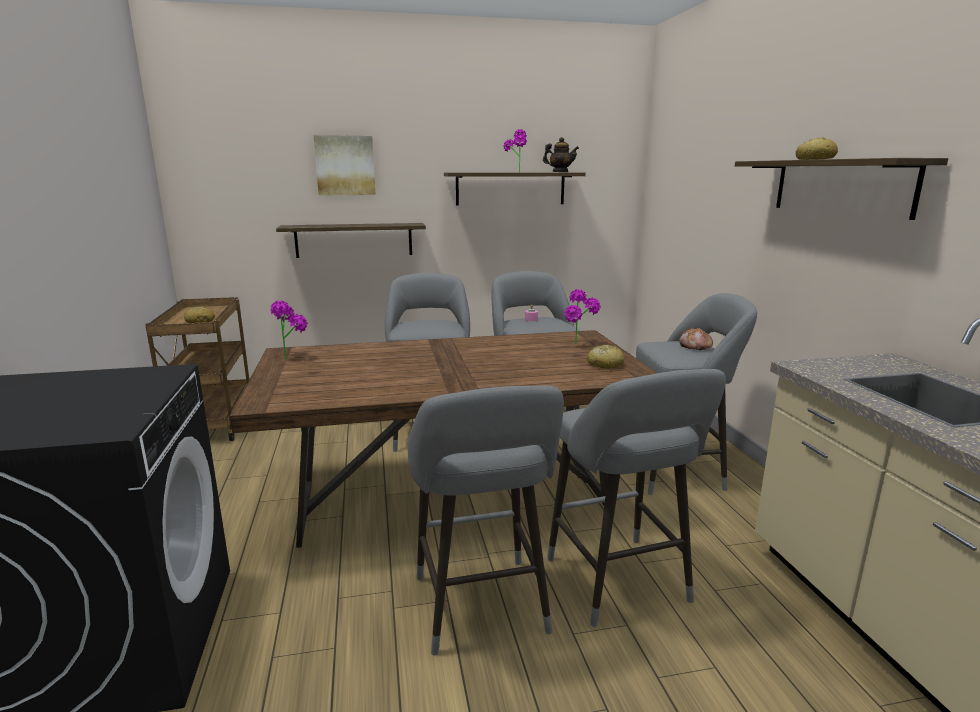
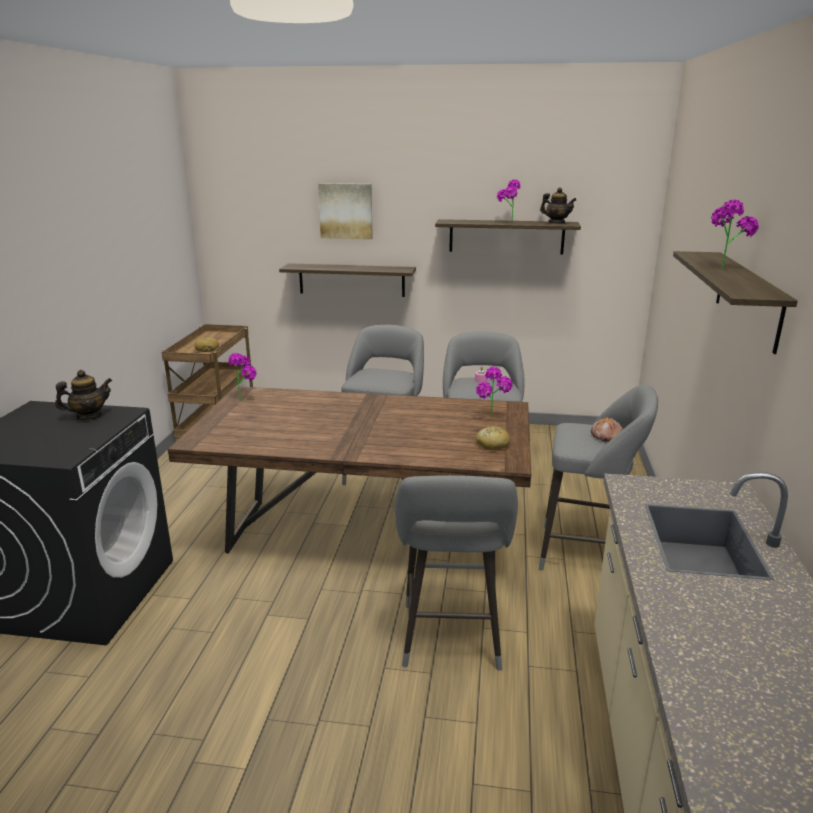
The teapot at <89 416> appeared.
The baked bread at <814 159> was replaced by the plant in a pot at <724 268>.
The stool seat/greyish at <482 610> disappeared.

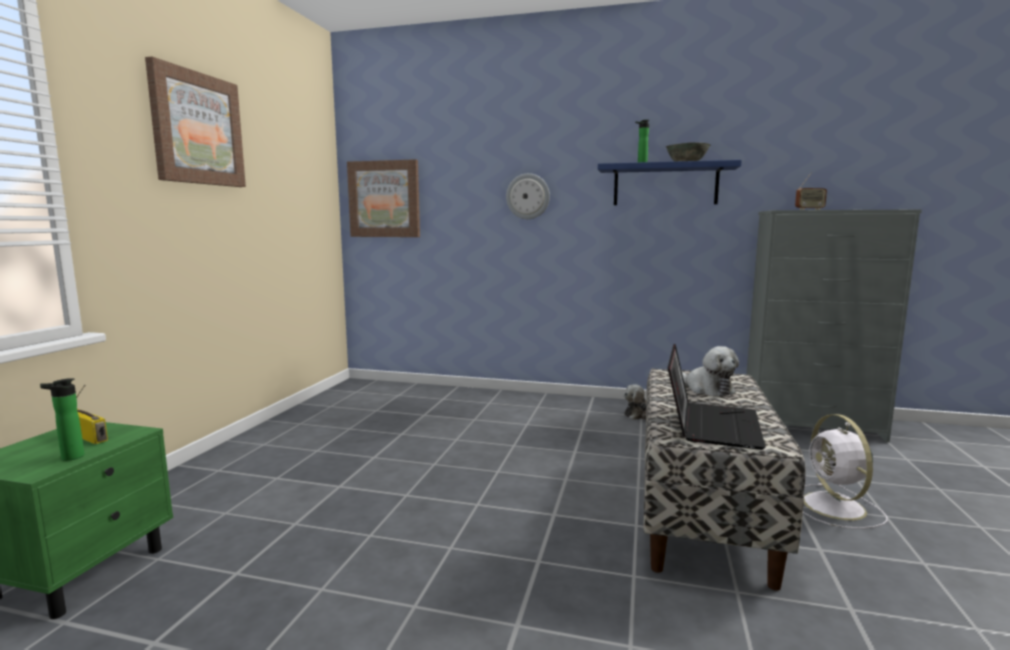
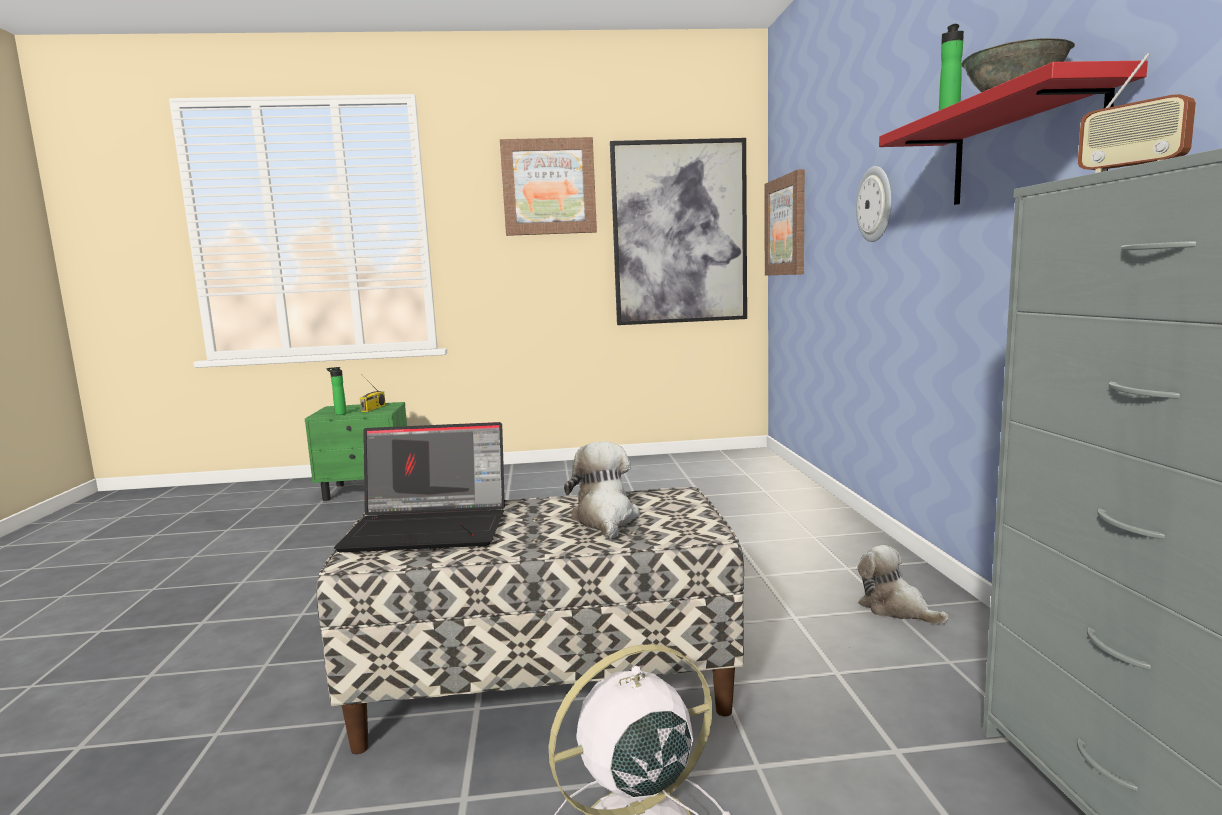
The plush toy at <706 389> turned 135 degrees clockwise.
The wall picture at <679 233> appeared.
The shelf/bluish at <665 185> became the shelf/red-coloured at <1023 149>.

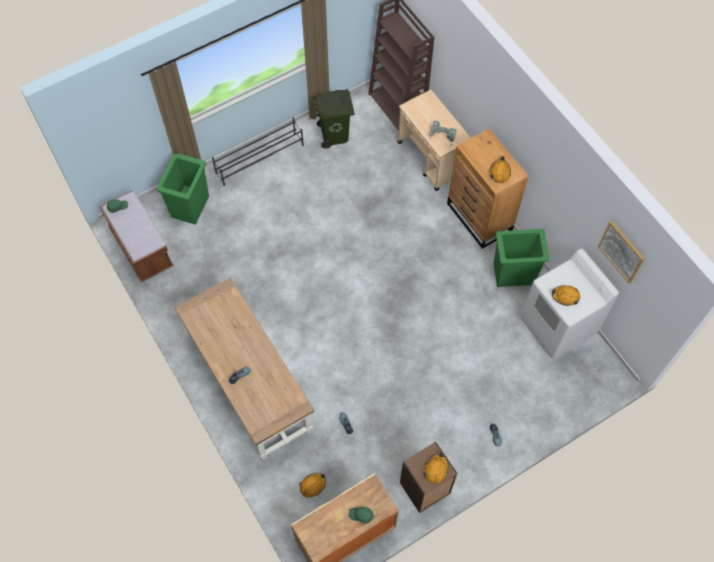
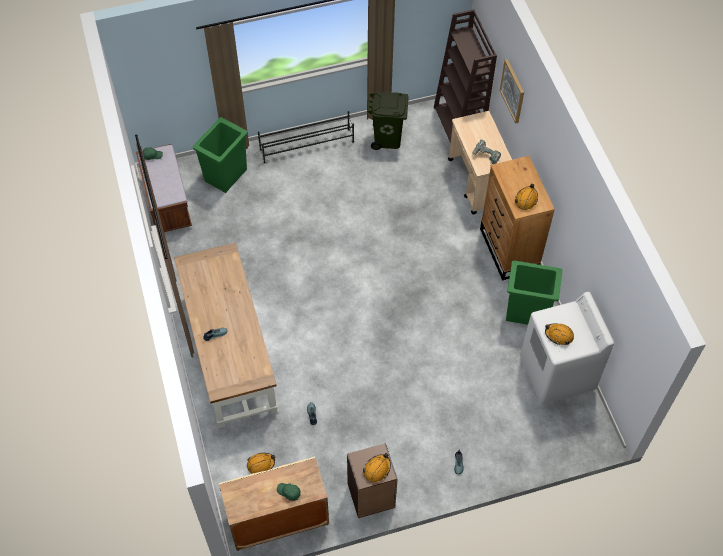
The wall picture moved from <622 251> to <513 91>.

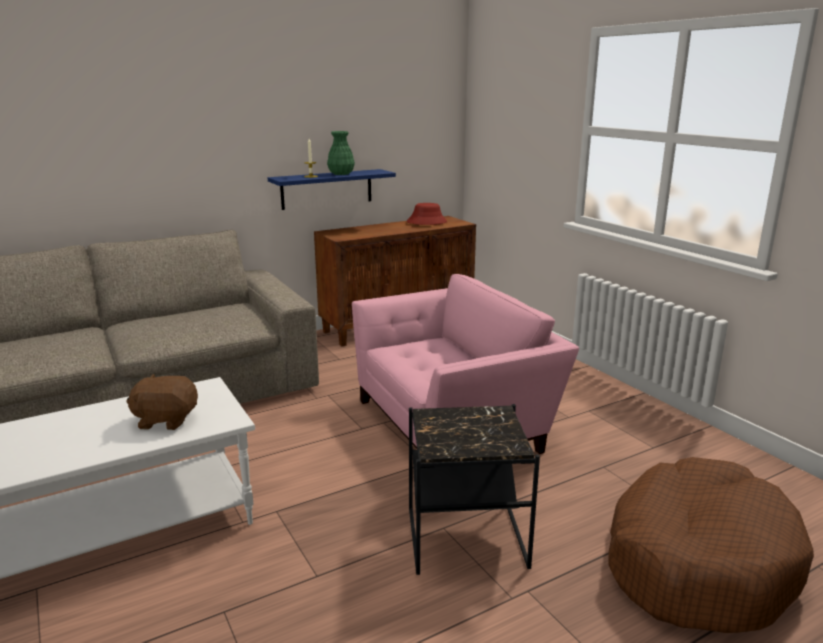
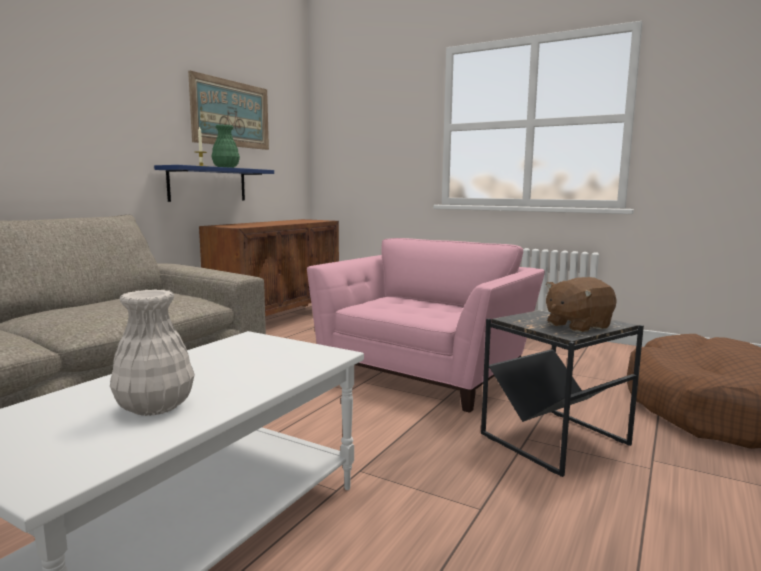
The decorative vase/whitish at <156 407> appeared.
The wall picture at <231 113> appeared.
The plush toy/brown-coloured moved from <166 420> to <577 326>.
The wearable hat/red-coloured at <426 222> disappeared.

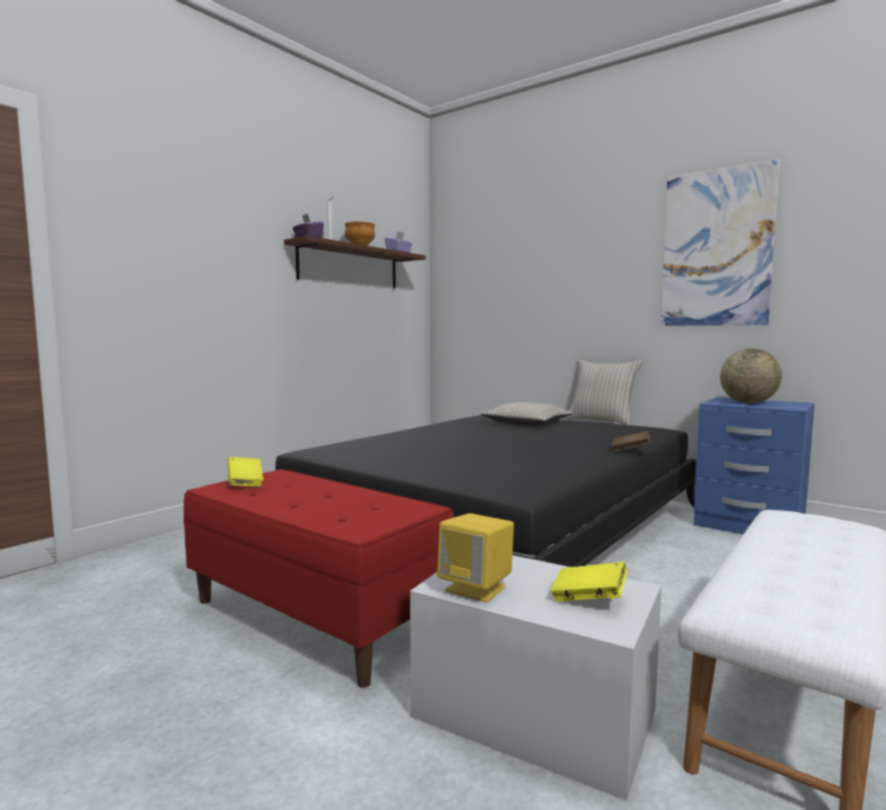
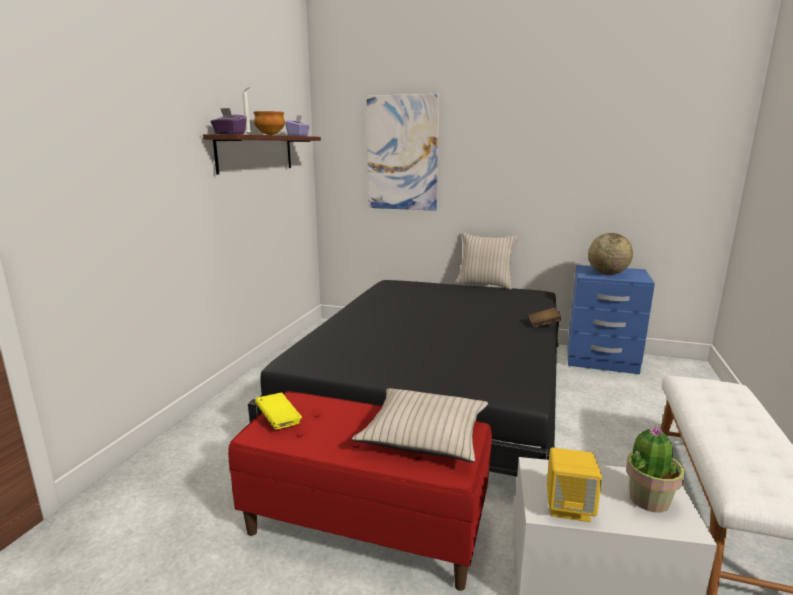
The cushion/beige moved from <527 423> to <424 435>.
The wall picture moved from <716 248> to <402 153>.
The volume/yellow-coloured at <588 599> was replaced by the plant in a pot at <648 500>.

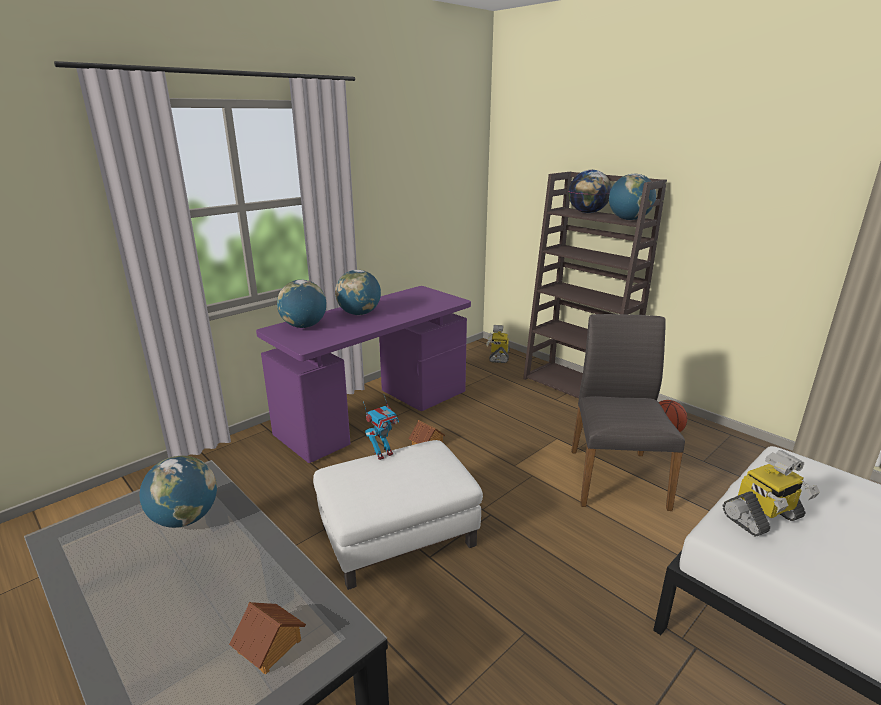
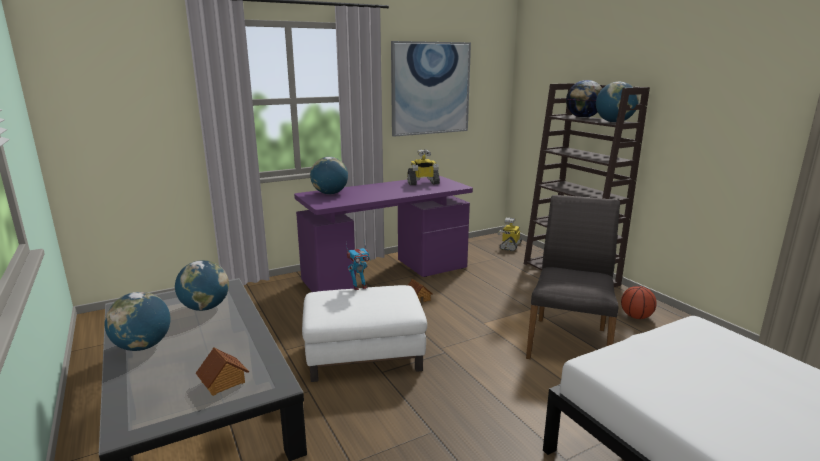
The world globe moved from <359 314> to <143 346>.
The wall picture at <430 88> appeared.
The model robot moved from <762 517> to <423 183>.

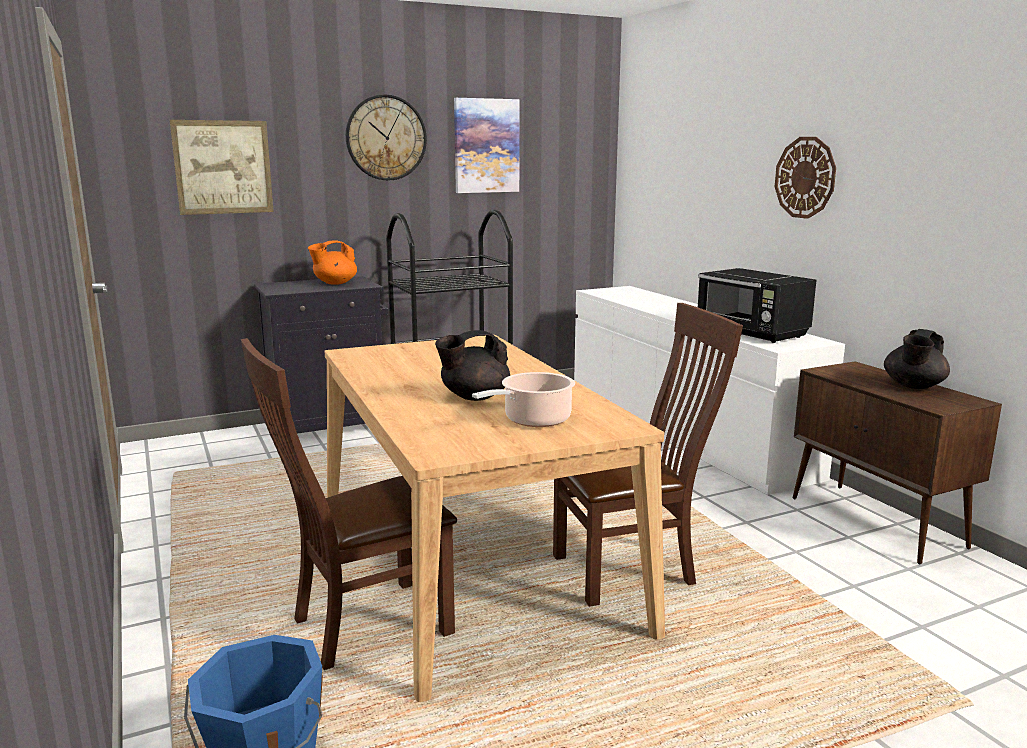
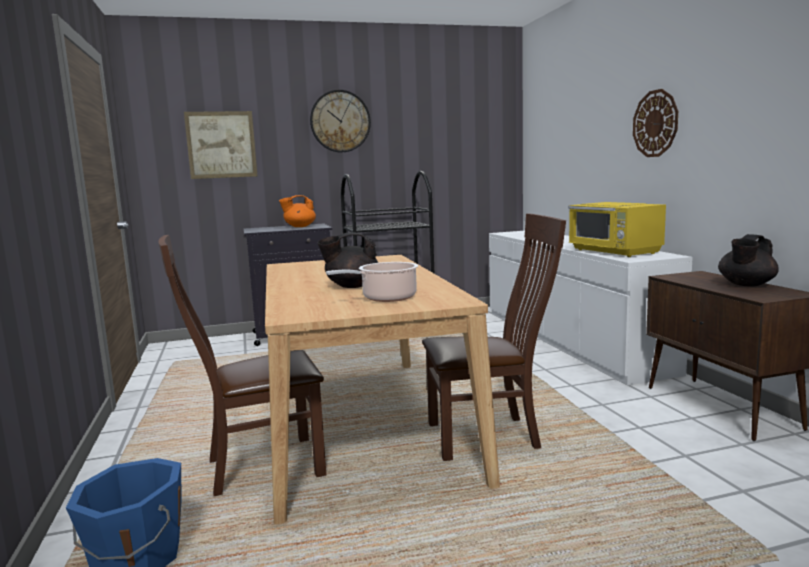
The microwave/black-coloured at <752 333> became the microwave/yellow-coloured at <614 252>.
The wall picture at <486 146> disappeared.

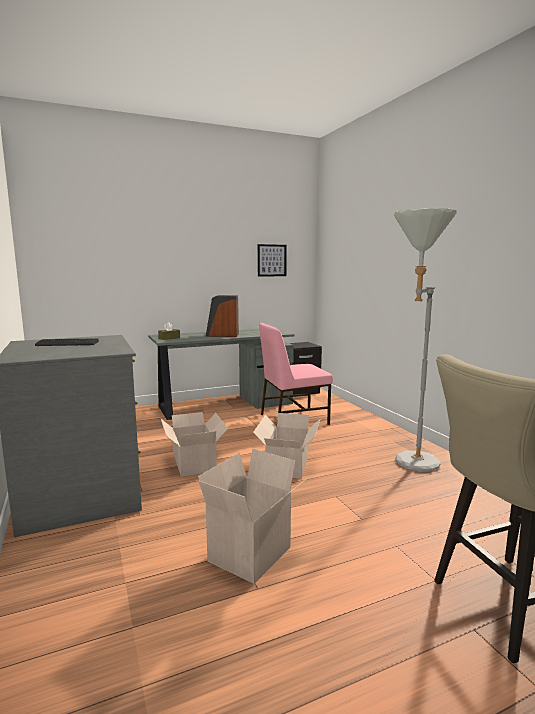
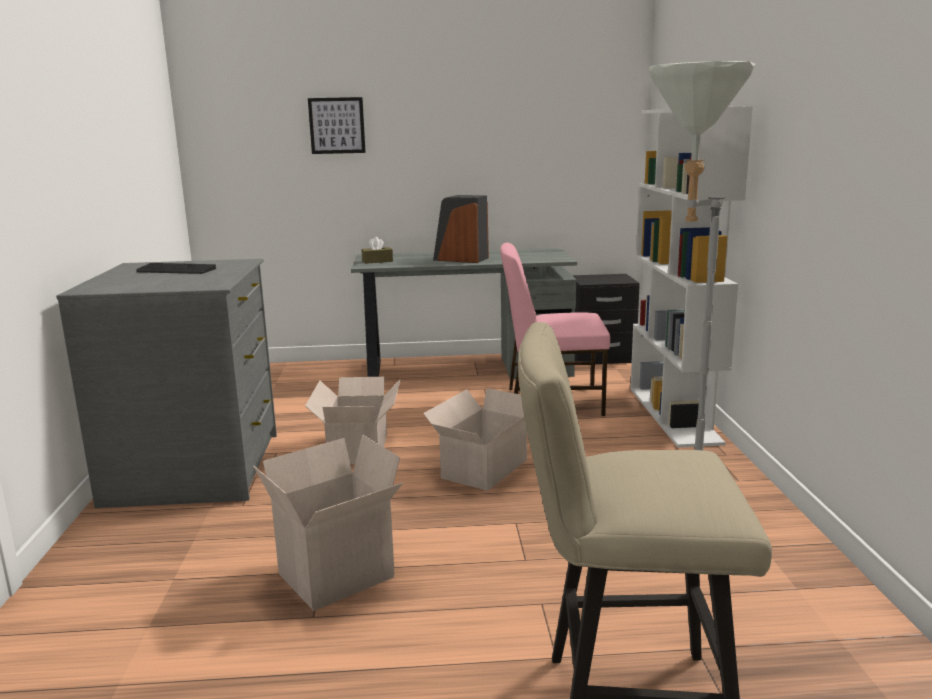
The wall picture moved from <271 260> to <337 125>.
The shelving unit/whitish at <674 415> appeared.

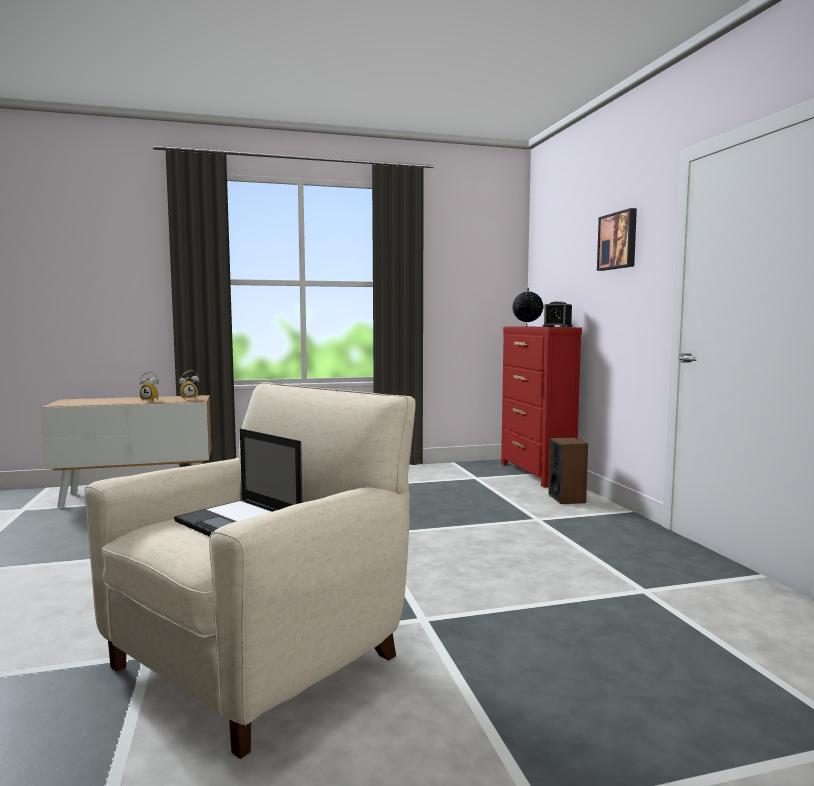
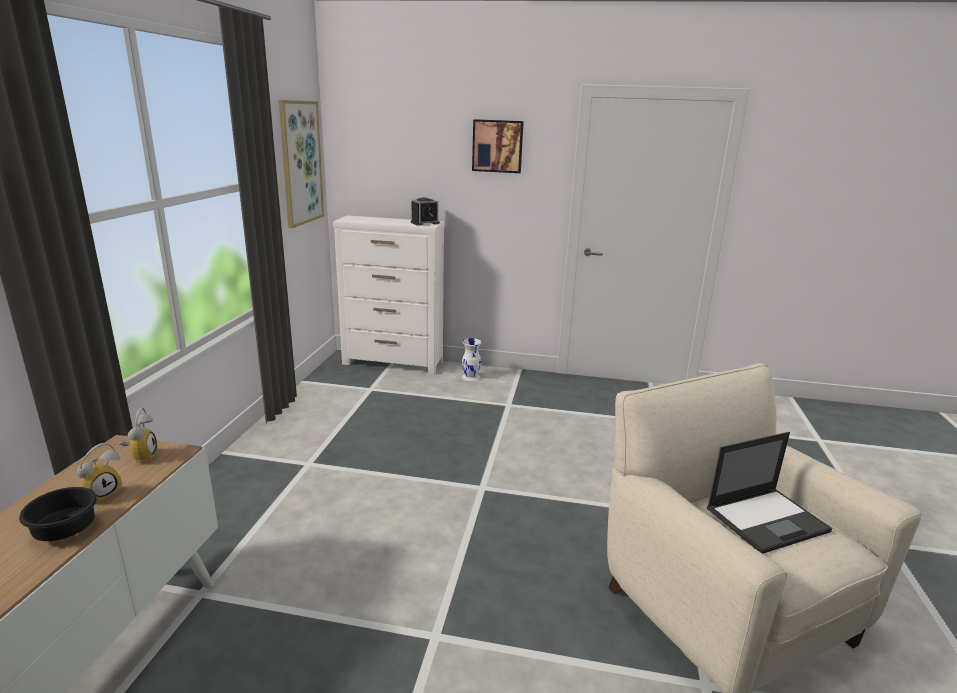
The serving bowl/black-coloured at <65 532> appeared.
The wall picture at <300 163> appeared.
The dresser/red-coloured at <536 474> became the dresser/whitish at <393 363>.
The speaker at <567 498> was replaced by the decorative vase/whitish at <471 377>.
The world globe at <527 326> disappeared.

